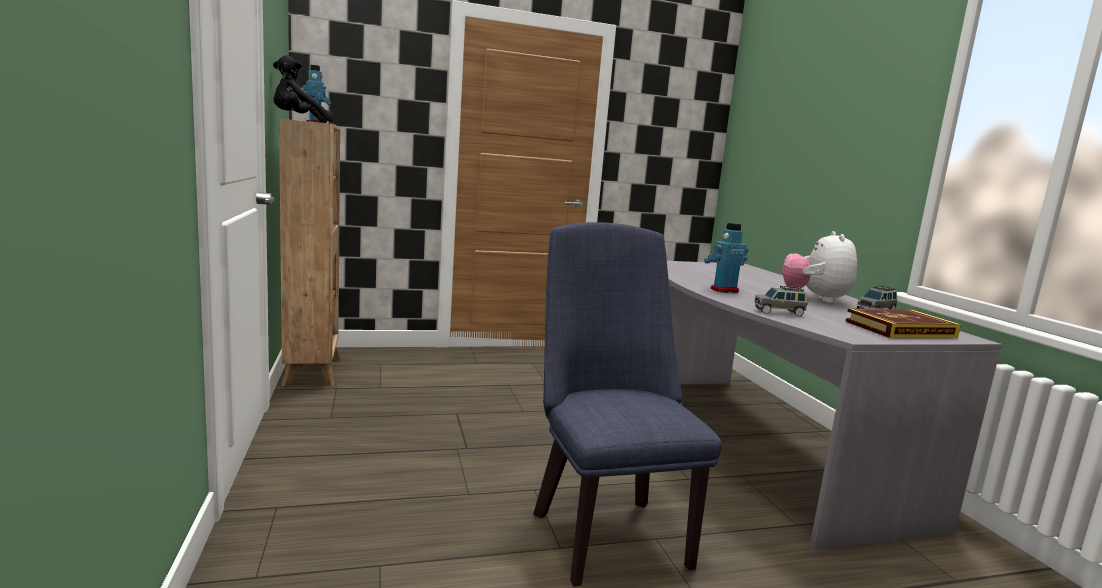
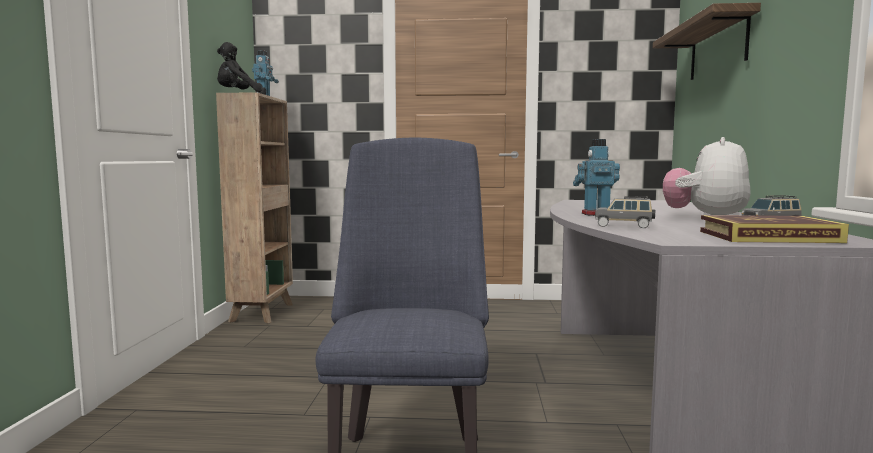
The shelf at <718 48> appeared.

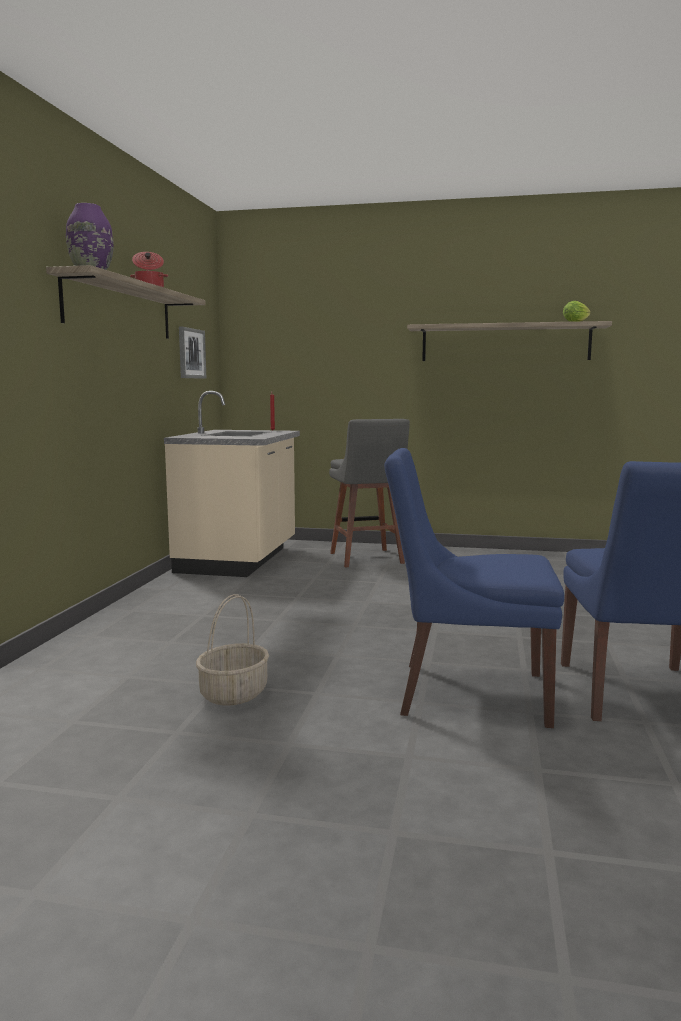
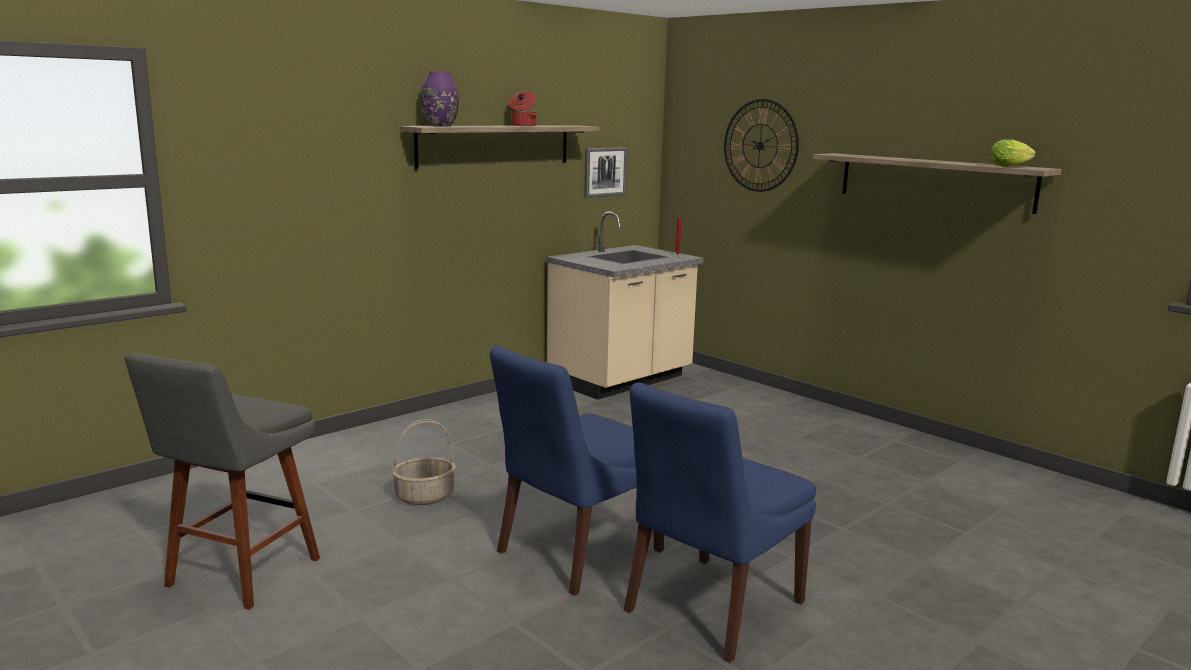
The stool seat/greyish moved from <367 559> to <238 575>.
The chair/bluish at <466 693> turned 90 degrees counterclockwise.
The wall clock at <760 145> appeared.

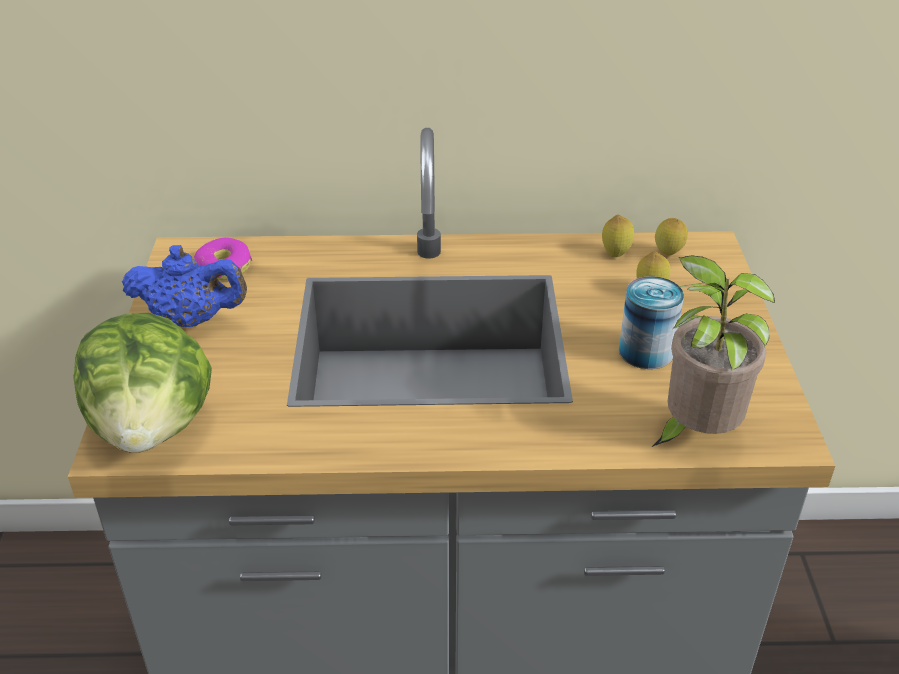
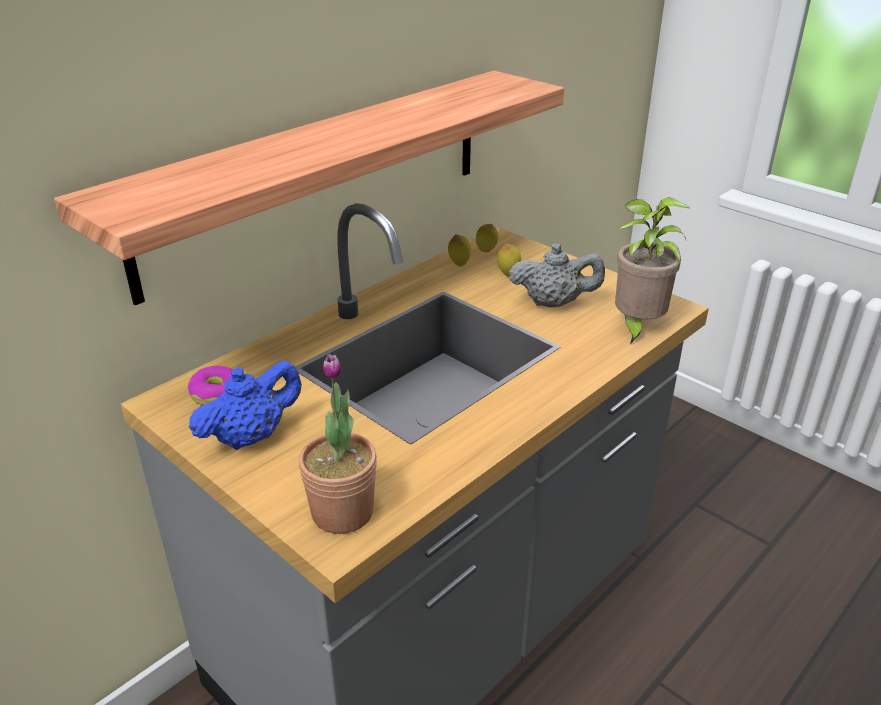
The shelf at <321 176> appeared.
The head of lettuce at <153 427> was replaced by the plant in a pot at <342 512>.
The metal can at <646 351> was replaced by the teapot/greyish at <553 303>.

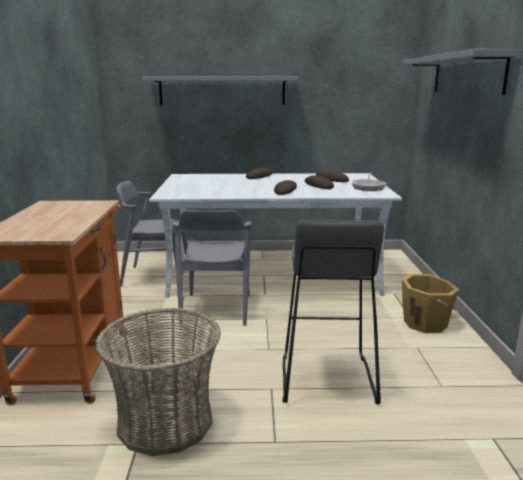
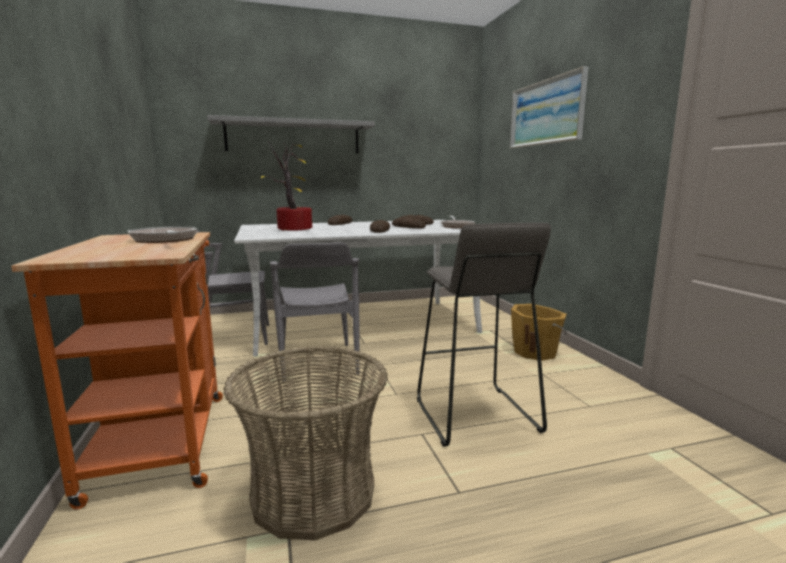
The pan at <165 240> appeared.
The plant in a pot at <293 229> appeared.
The shelf/greyish at <467 74> was replaced by the wall picture at <546 113>.

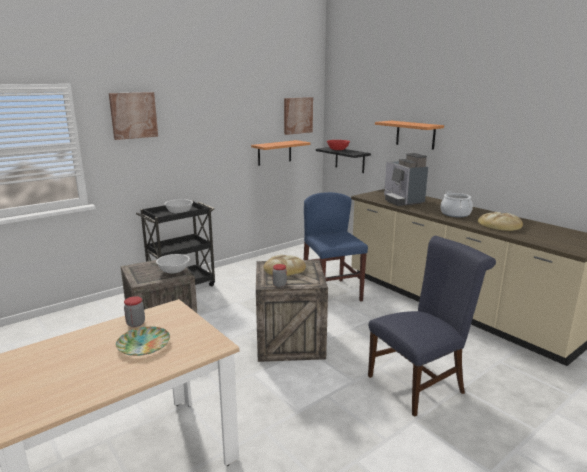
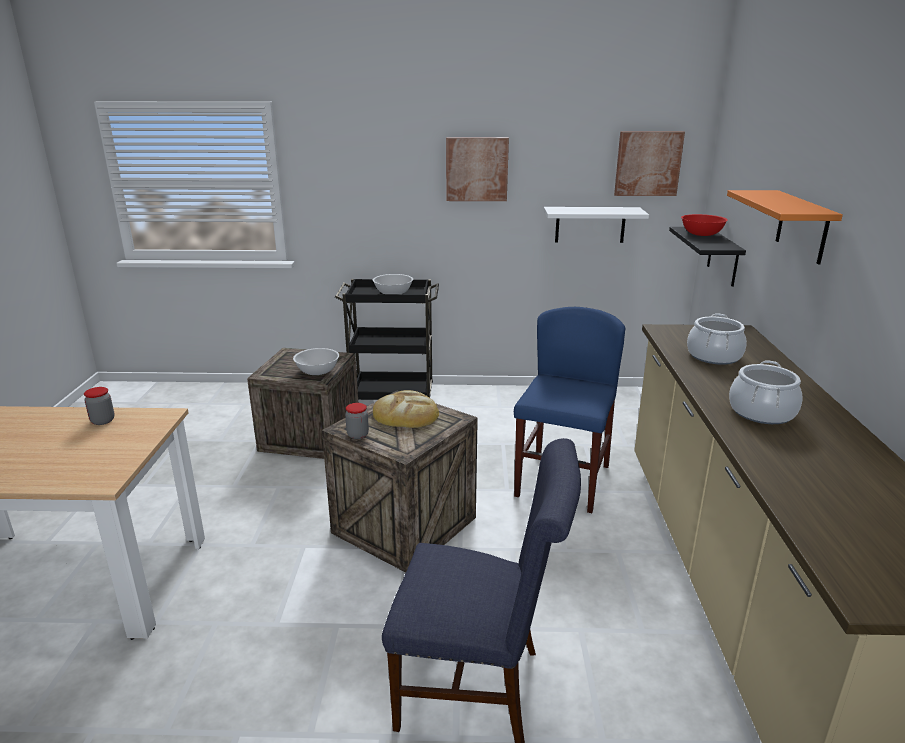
The wall picture moved from <133 115> to <476 169>.
The shelf/orange at <274 152> became the shelf/whitish at <590 224>.
The coffee brewer at <402 201> was replaced by the saucepot at <714 356>.
The plate at <143 344> disappeared.
The baked bread at <500 225> disappeared.

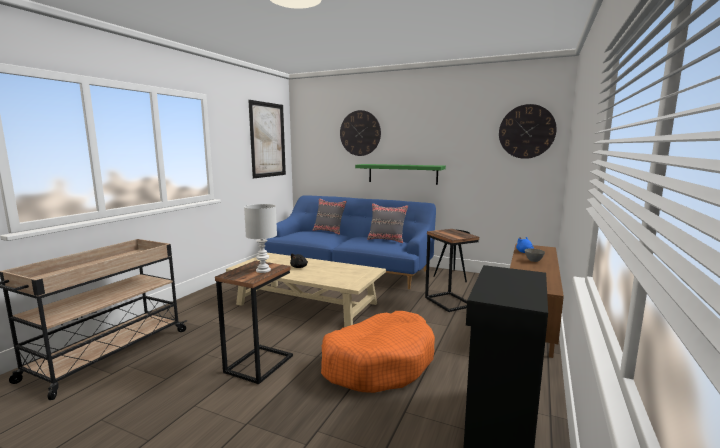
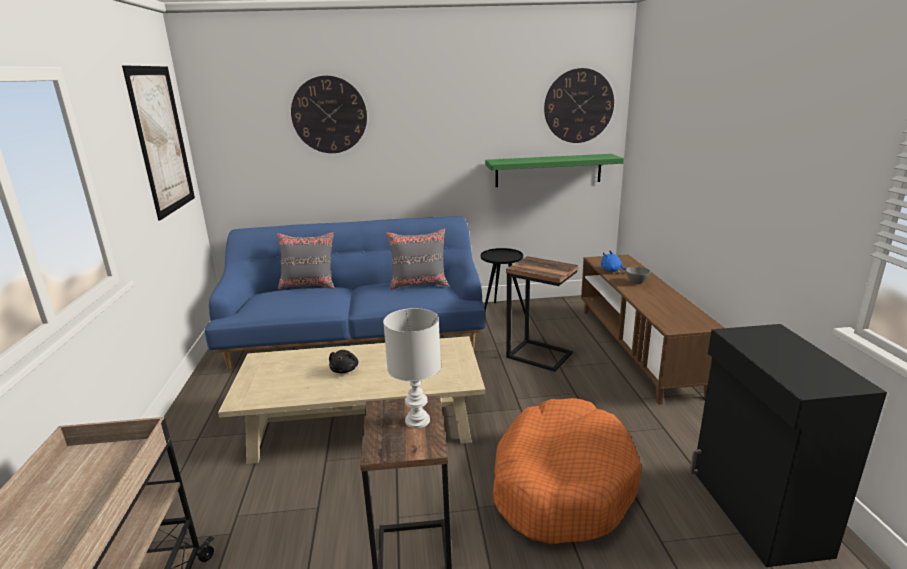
The shelf/green moved from <402 173> to <548 170>.

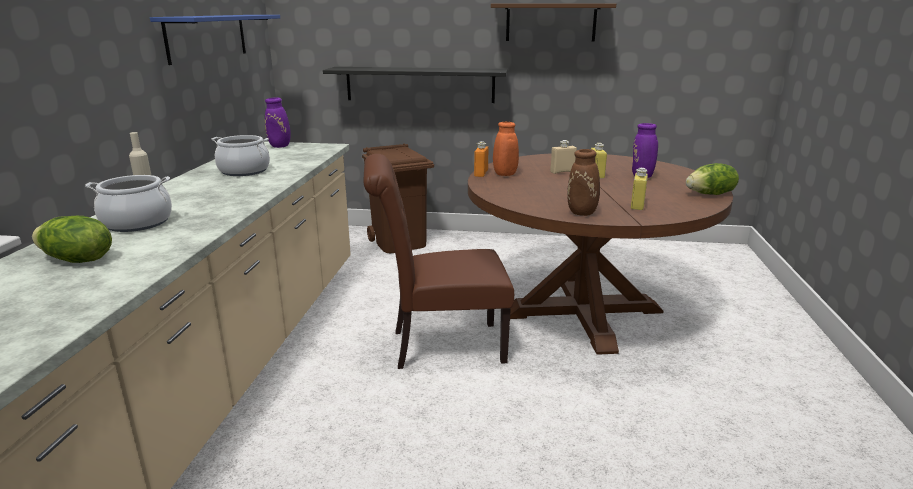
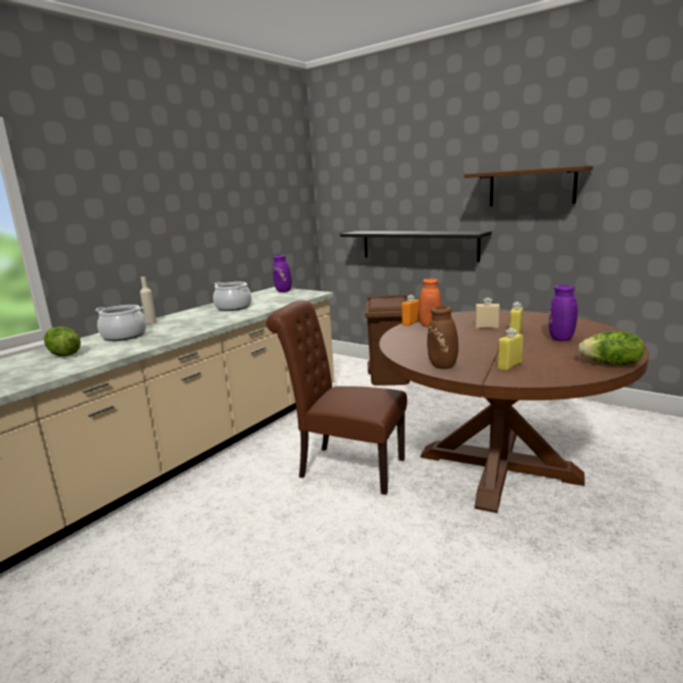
The shelf/bluish at <207 37> disappeared.

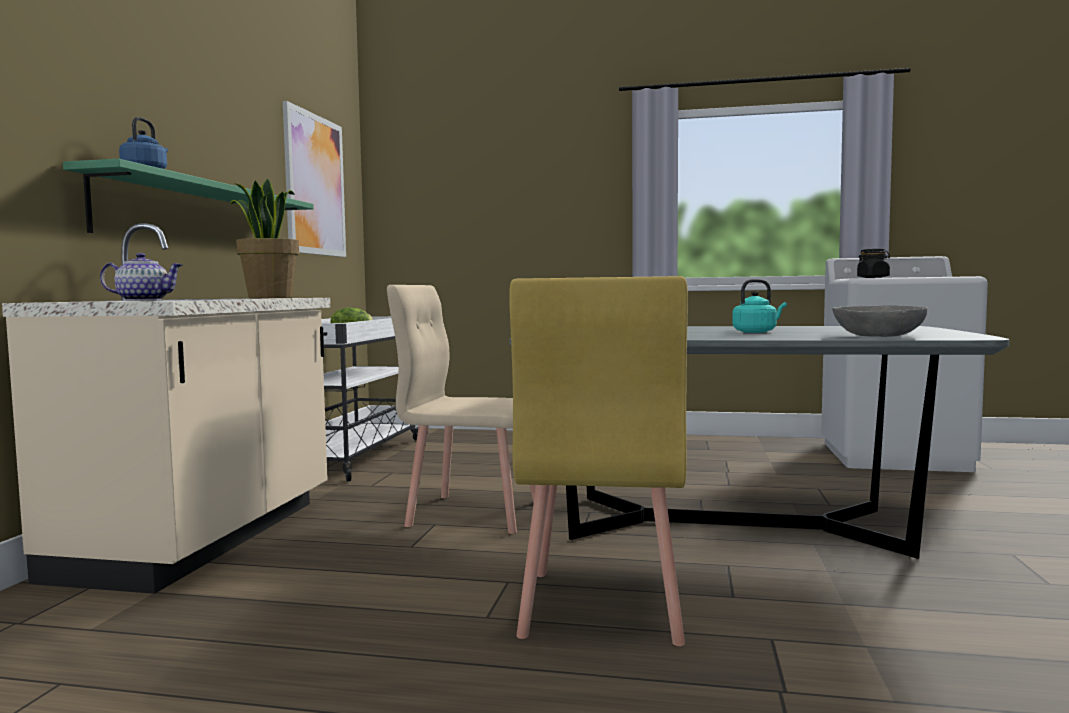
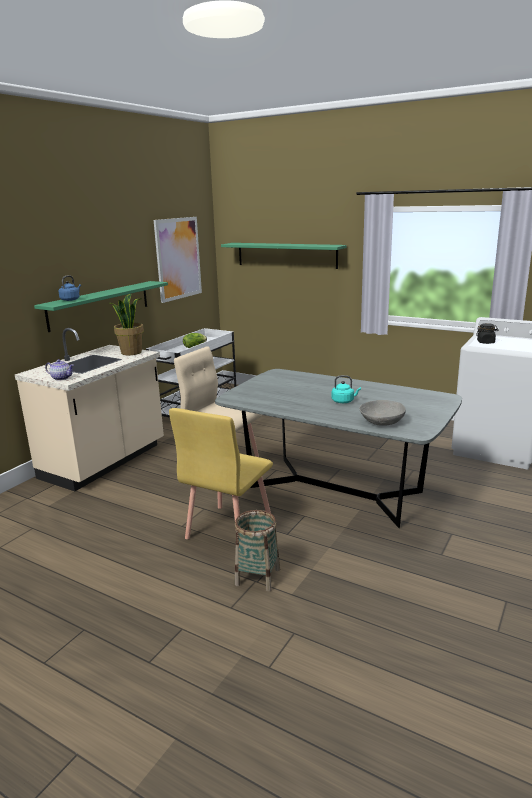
The shelf/green at <286 255> appeared.
The household basket at <257 577> appeared.

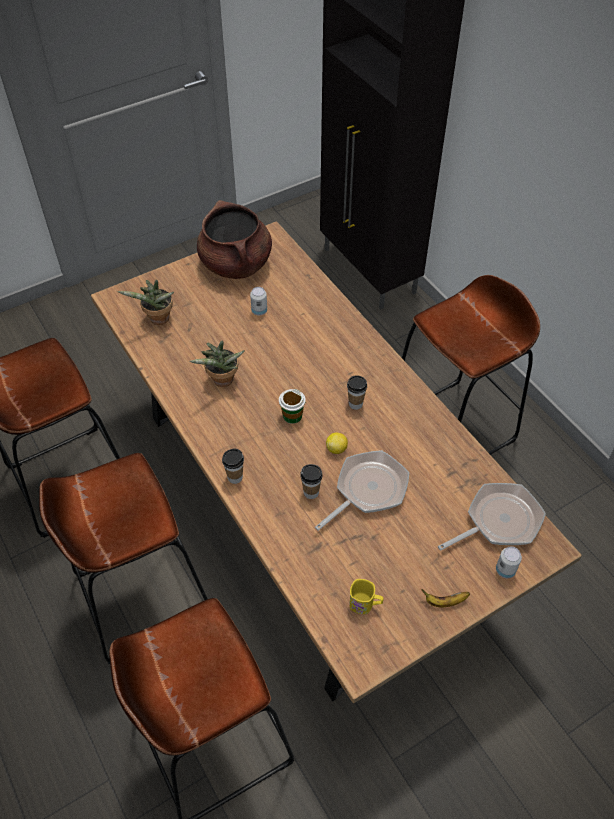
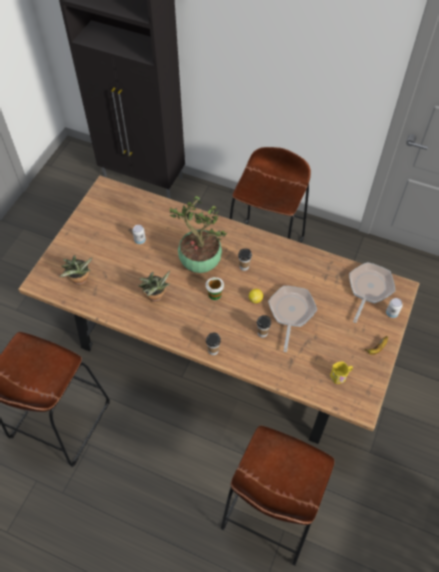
The plant in a pot at <199 263> appeared.
The stool seat/brown-coloured at <143 595> disappeared.
The saucepot/brown-coloured at <236 264> disappeared.

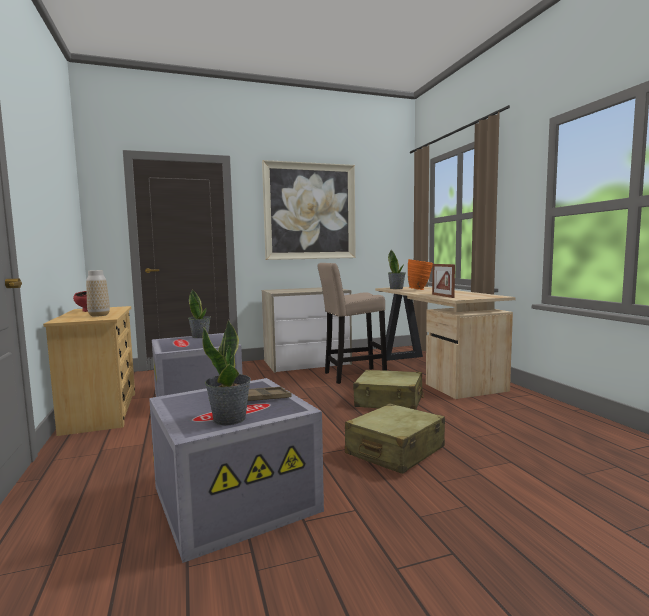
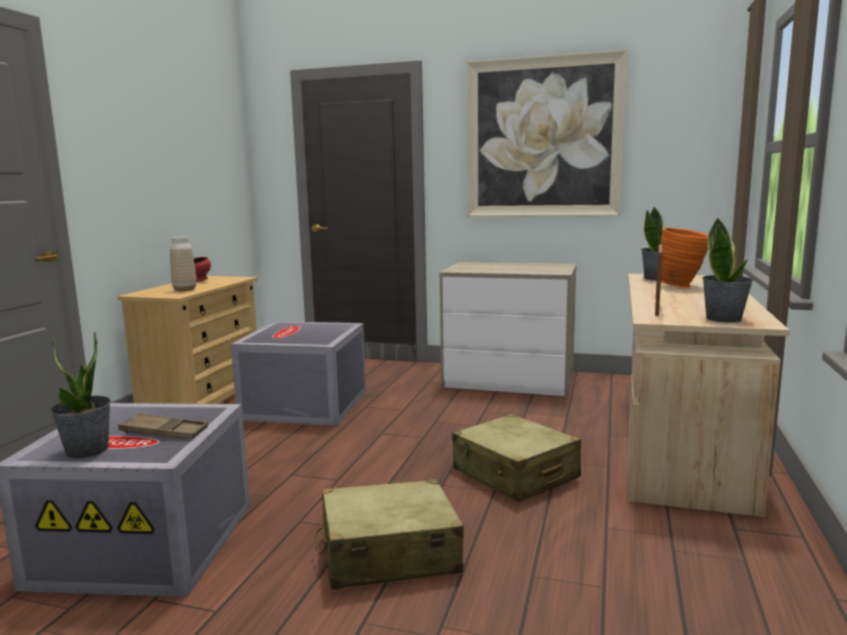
The plant in a pot moved from <200 336> to <724 319>.
The stool seat/beige at <351 375> disappeared.

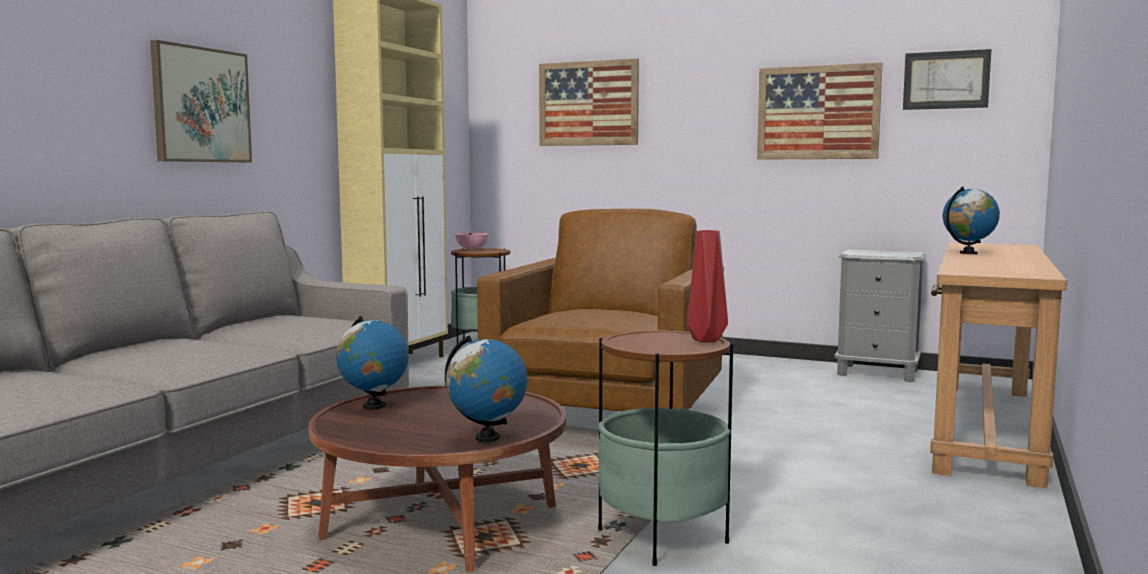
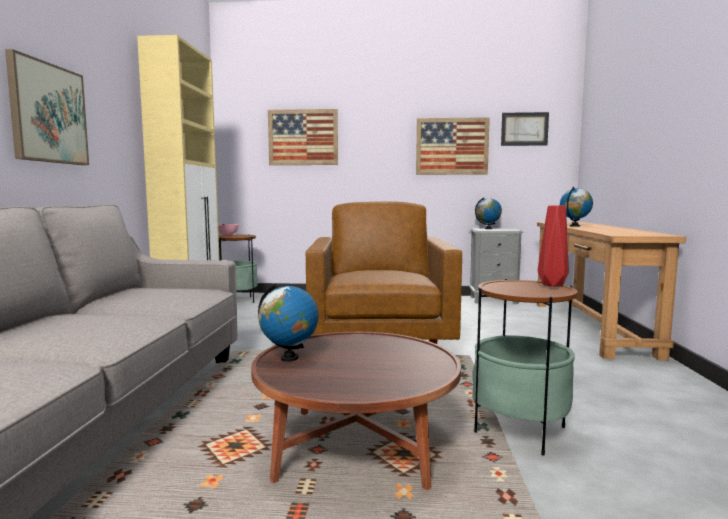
The world globe moved from <487 438> to <488 229>.

